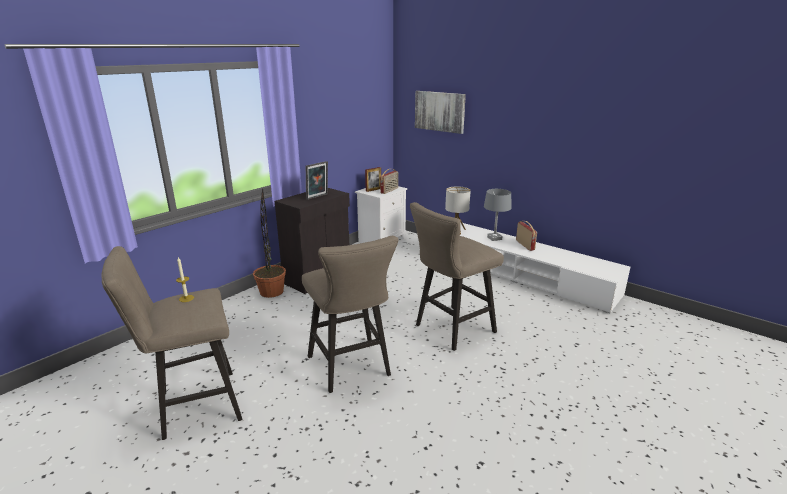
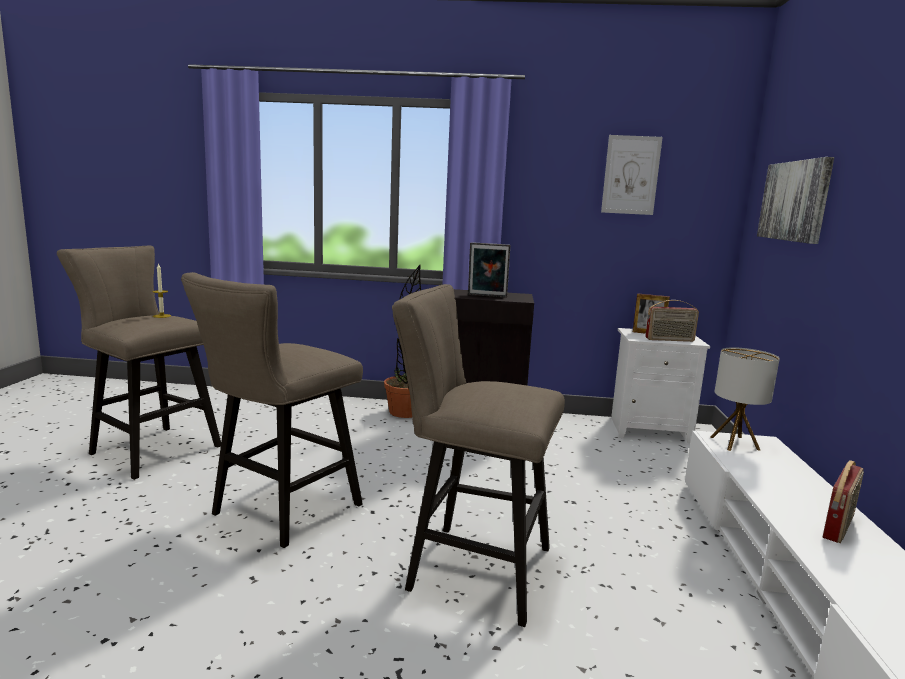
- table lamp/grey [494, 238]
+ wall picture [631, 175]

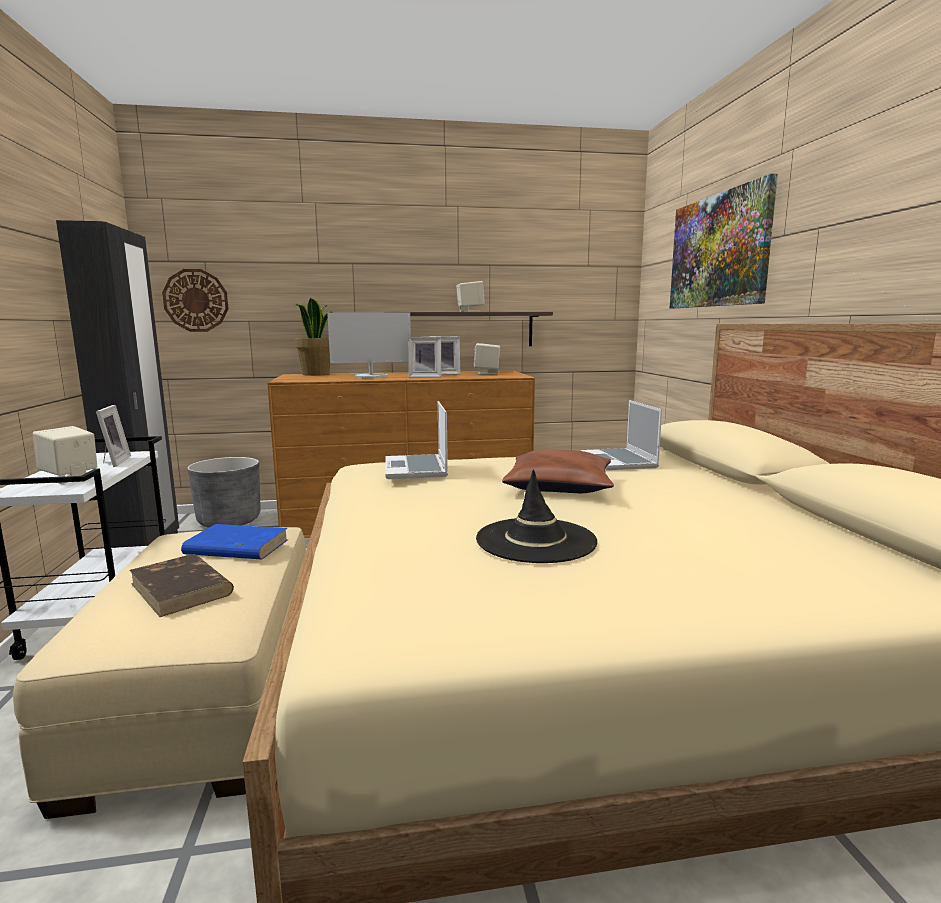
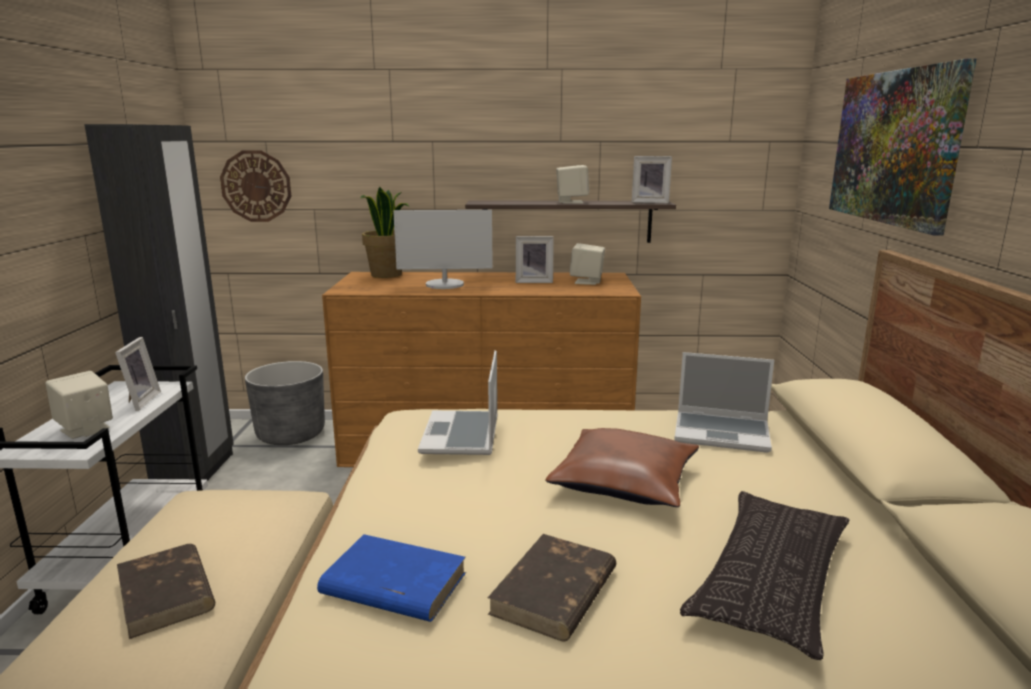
~ photo frame [425, 377] to [650, 202]
~ portable computer [619, 461] = [723, 433] 75 degrees counterclockwise
~ hat/black-coloured [536, 541] to book/brown-coloured [554, 592]
~ book/blue [236, 547] to [392, 584]
+ cushion [770, 579]

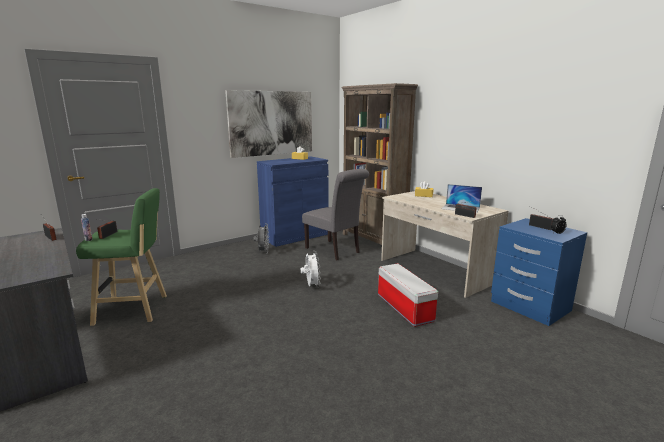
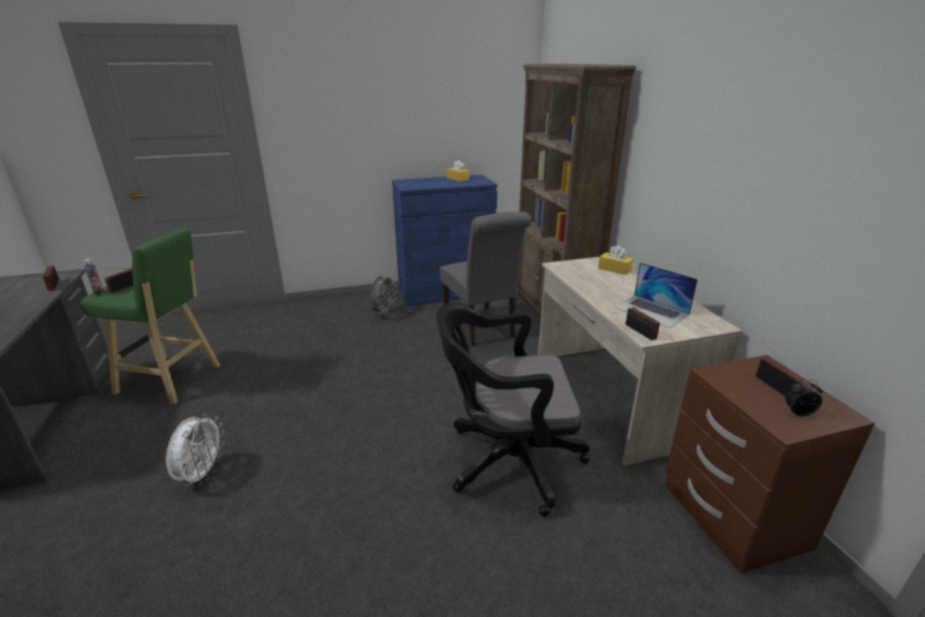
- wall picture [271, 123]
~ night table/blue [529, 306] to night table/brown-coloured [732, 516]
~ cooling fan/whitish [311, 286] to [202, 474]
~ storage container [403, 307] to desk chair/black-coloured [506, 461]

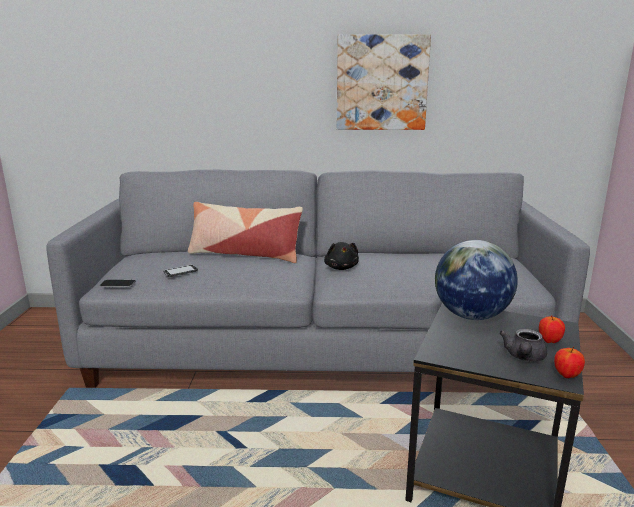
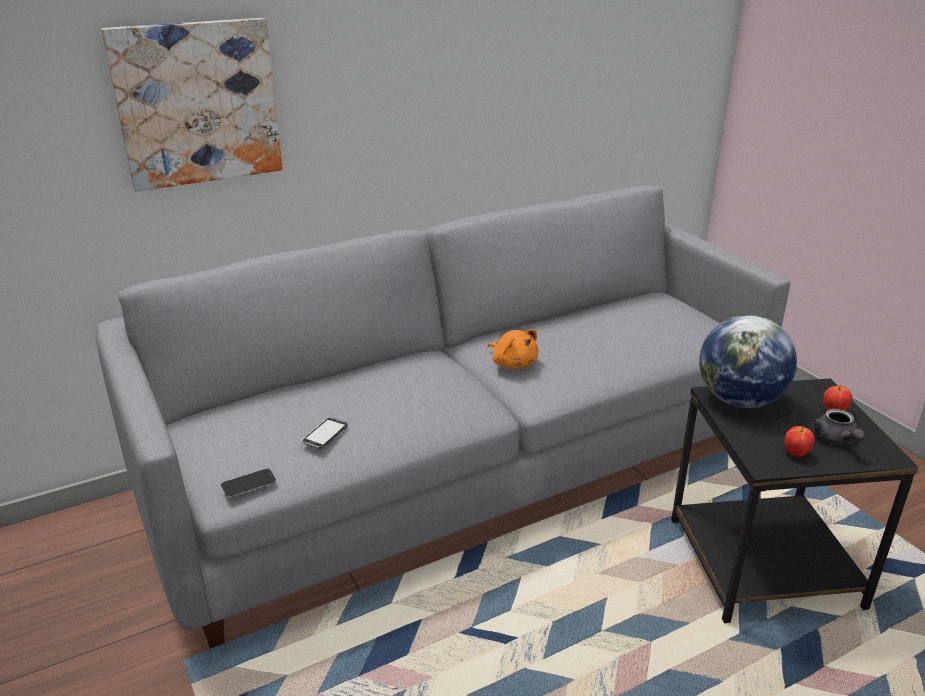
~ wall picture [381, 83] to [197, 103]
- cushion [244, 254]
~ cuddly toy/black-coloured [341, 268] to cuddly toy/orange-coloured [513, 363]
~ apple [566, 375] to [795, 453]

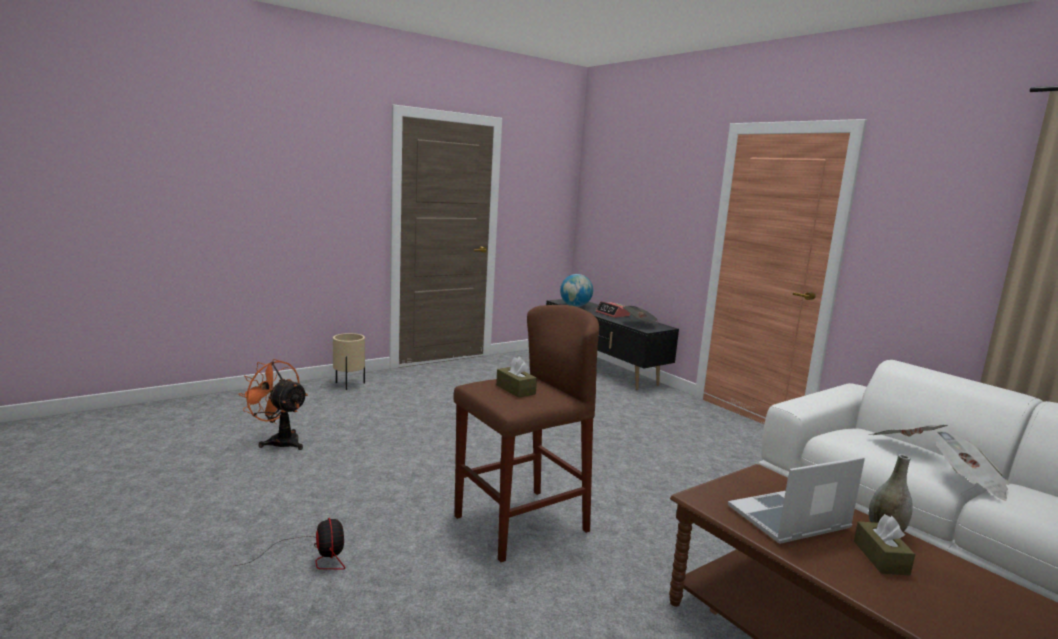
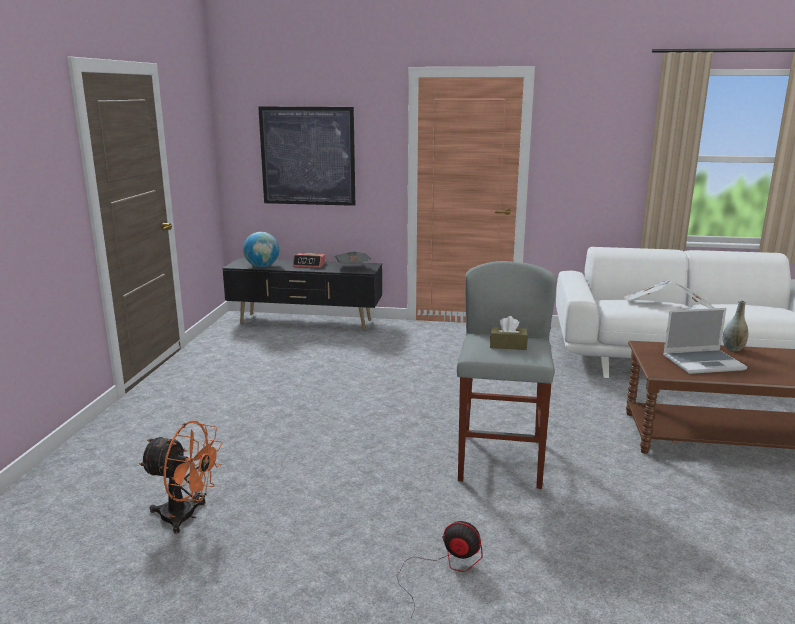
~ sitting stool/brown-coloured [521, 523] to sitting stool/grey [500, 460]
- planter/beige [349, 385]
~ cooling fan/orange-coloured [279, 441] = [186, 516] 150 degrees counterclockwise
~ portable computer [788, 519] = [703, 362] 120 degrees counterclockwise
- tissue holder/brown-coloured [880, 558]
+ wall picture [307, 156]

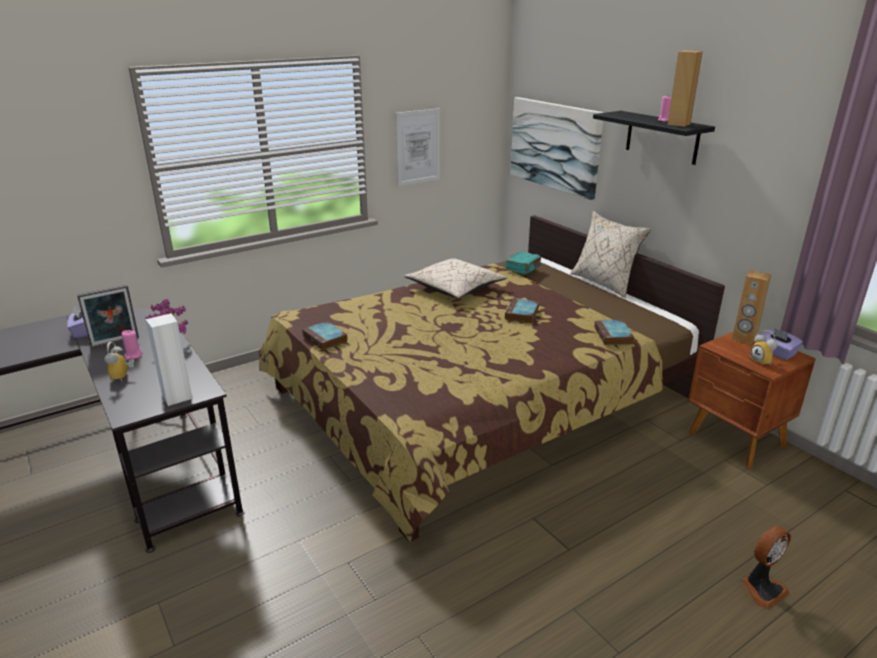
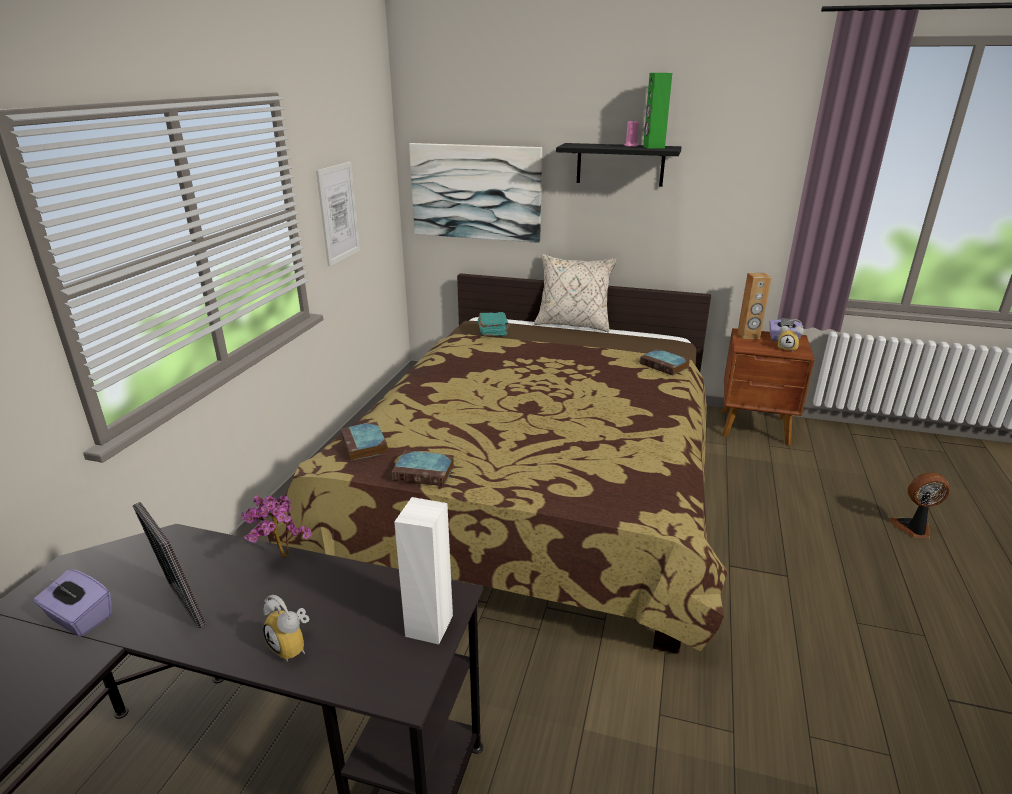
~ audio speaker/brown-coloured [678, 124] to audio speaker/green [653, 147]
- cushion/beige [455, 288]
~ photo frame [115, 343] = [181, 607] 120 degrees clockwise
~ book [522, 314] to [365, 445]
- wax candle/pinkish [133, 355]
~ cooling fan [762, 589] = [913, 529] 105 degrees counterclockwise

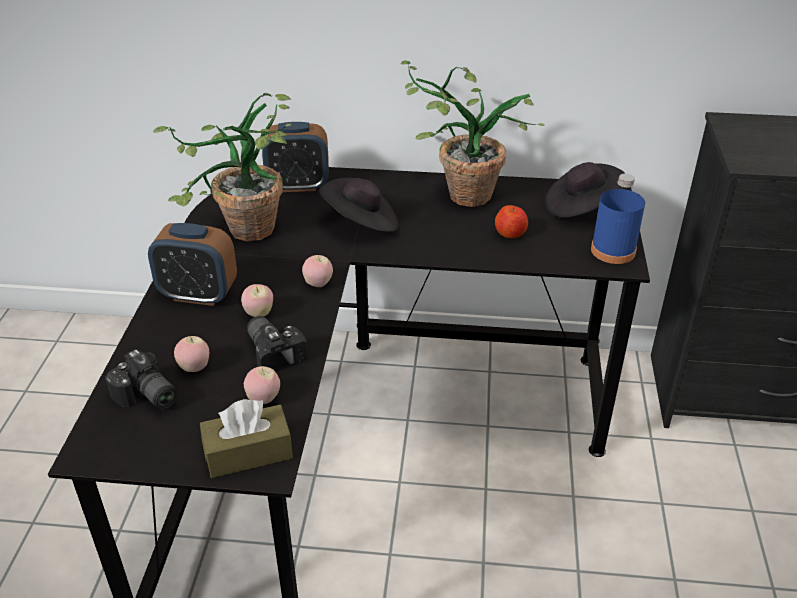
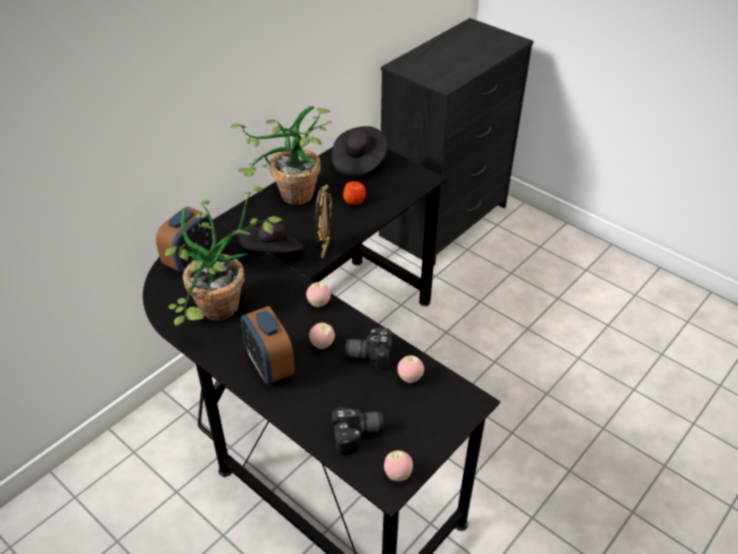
- beverage bottle/blue [613, 251]
~ alarm clock [198, 295] = [270, 366] 105 degrees clockwise
~ apple [194, 368] to [397, 474]
- tissue holder/brown-coloured [248, 452]
+ photo frame [324, 249]

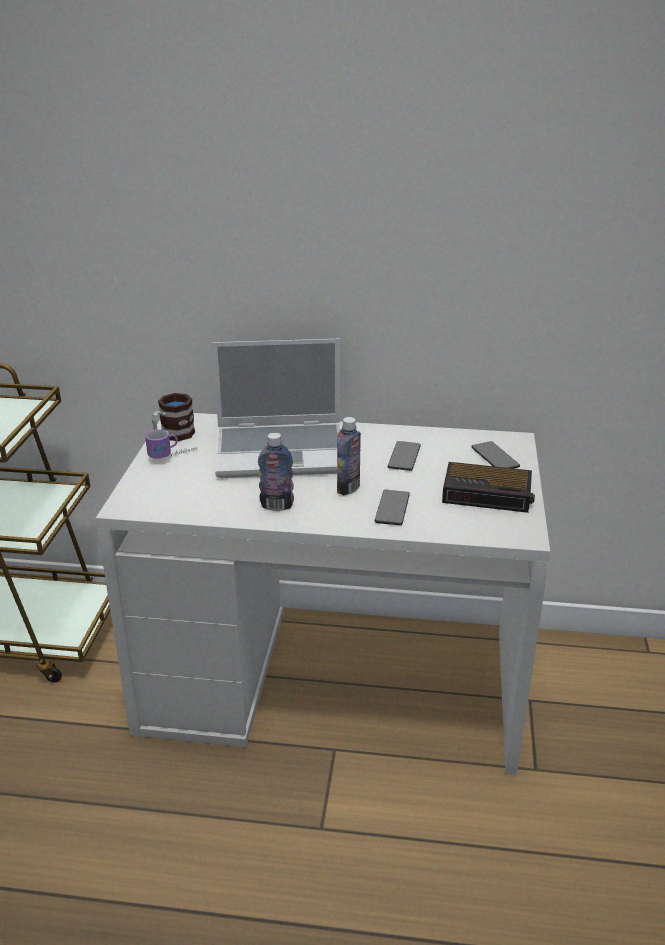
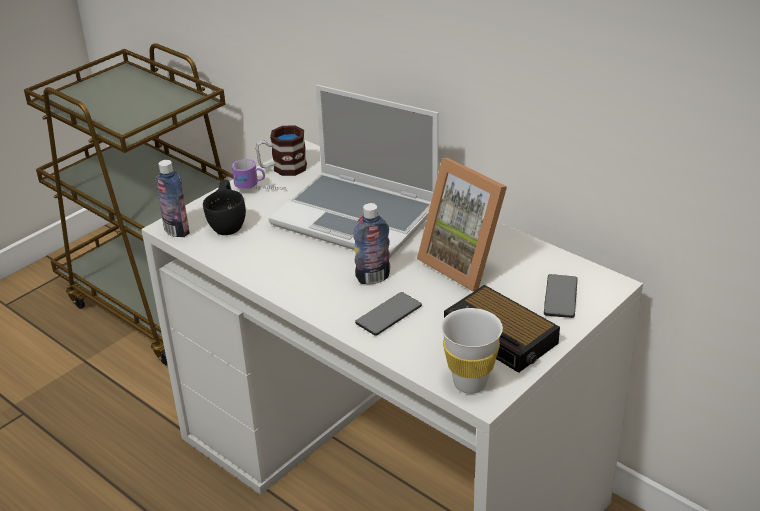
~ beverage bottle [277, 506] to [176, 231]
~ telephone [404, 457] to photo frame [466, 263]
+ drinking cup/black-coloured [228, 222]
+ drinking cup/whitish [470, 383]

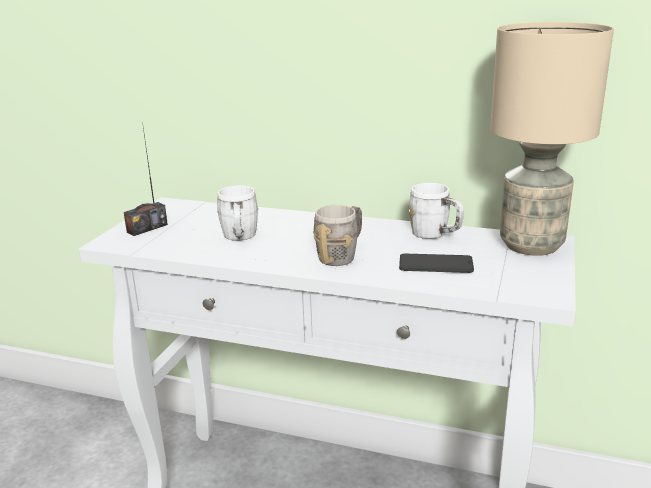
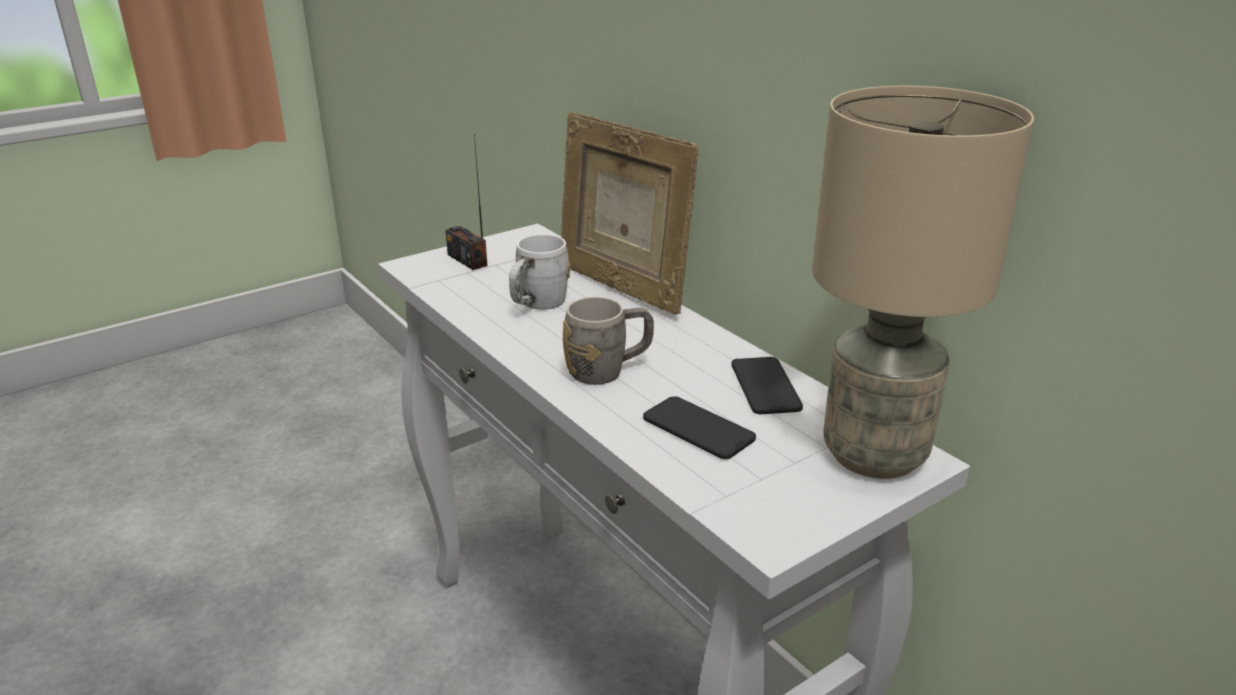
~ radio set [147, 228] = [467, 260] 60 degrees clockwise
~ coffee mug/whitish [435, 235] to telephone [765, 386]
+ photo frame [621, 287]

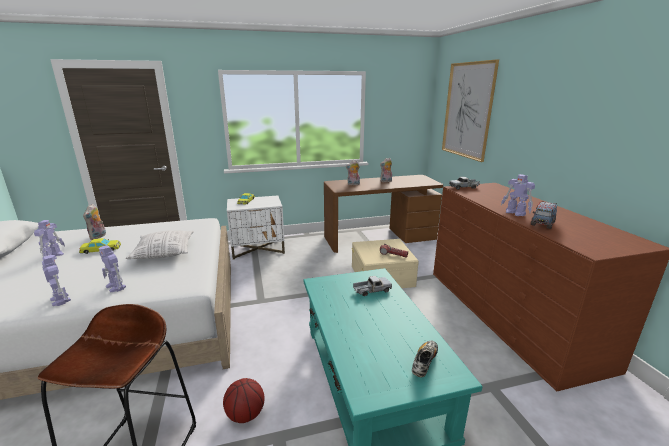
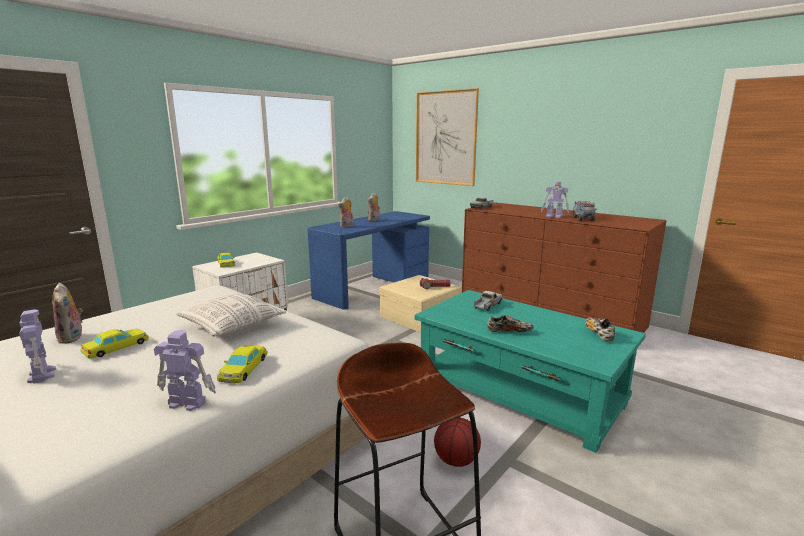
~ desk unit/brown-coloured [379, 238] to desk unit/blue [373, 287]
~ model robot [116, 287] to model car/yellow [243, 368]
+ item of footwear [509, 331]

